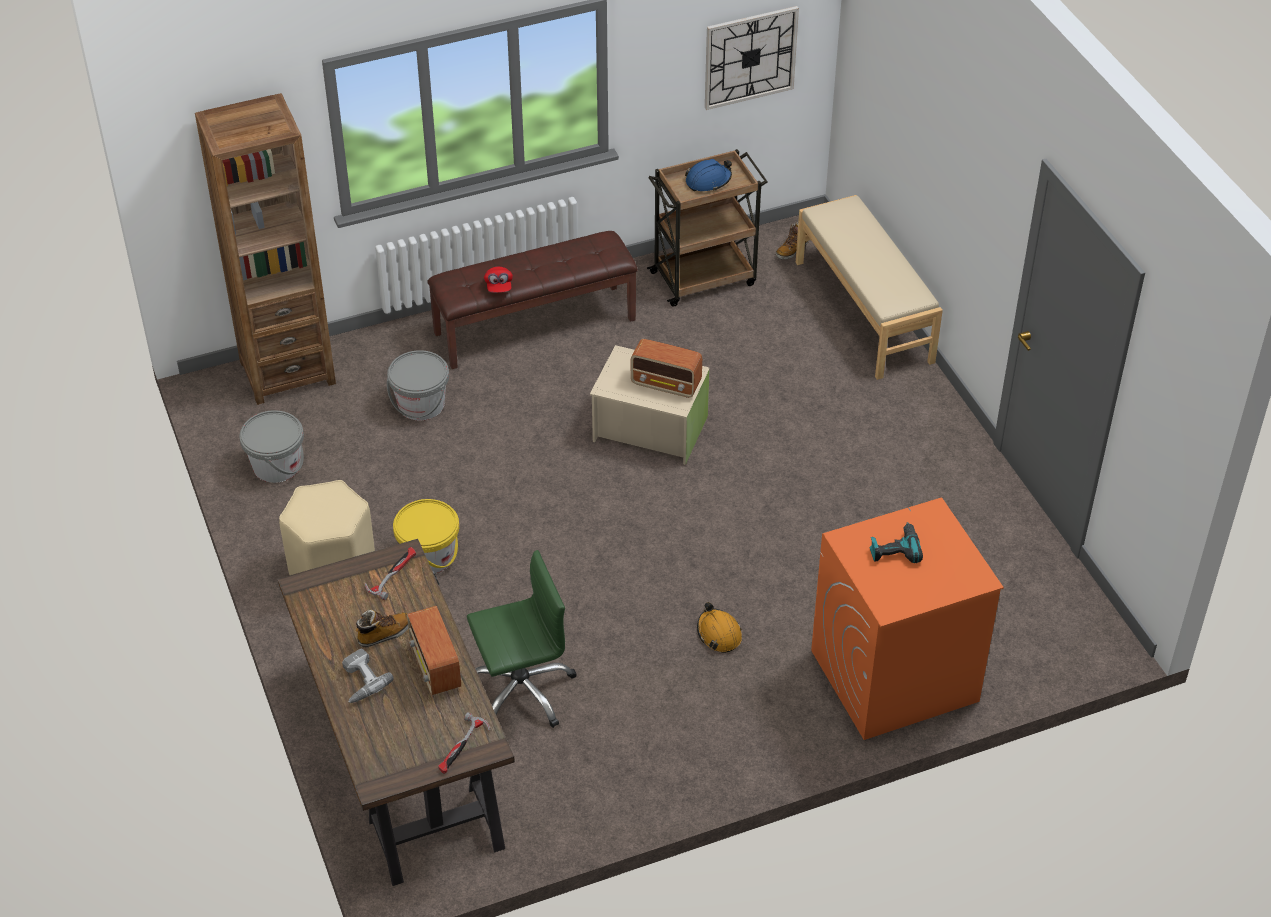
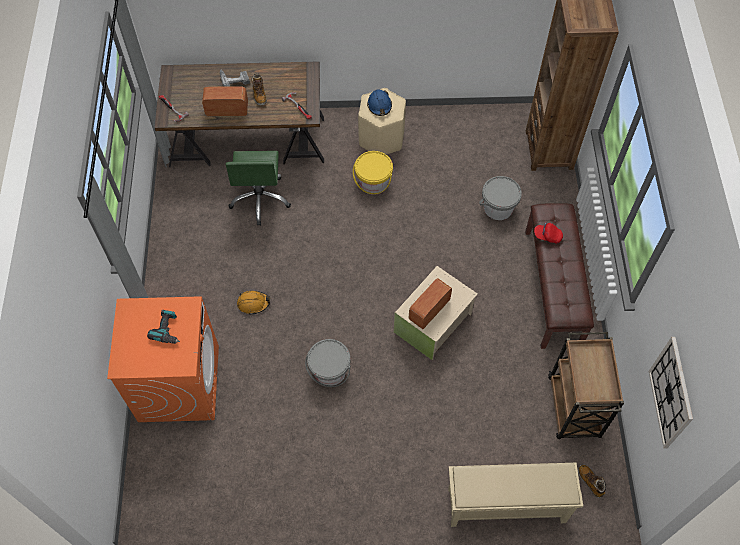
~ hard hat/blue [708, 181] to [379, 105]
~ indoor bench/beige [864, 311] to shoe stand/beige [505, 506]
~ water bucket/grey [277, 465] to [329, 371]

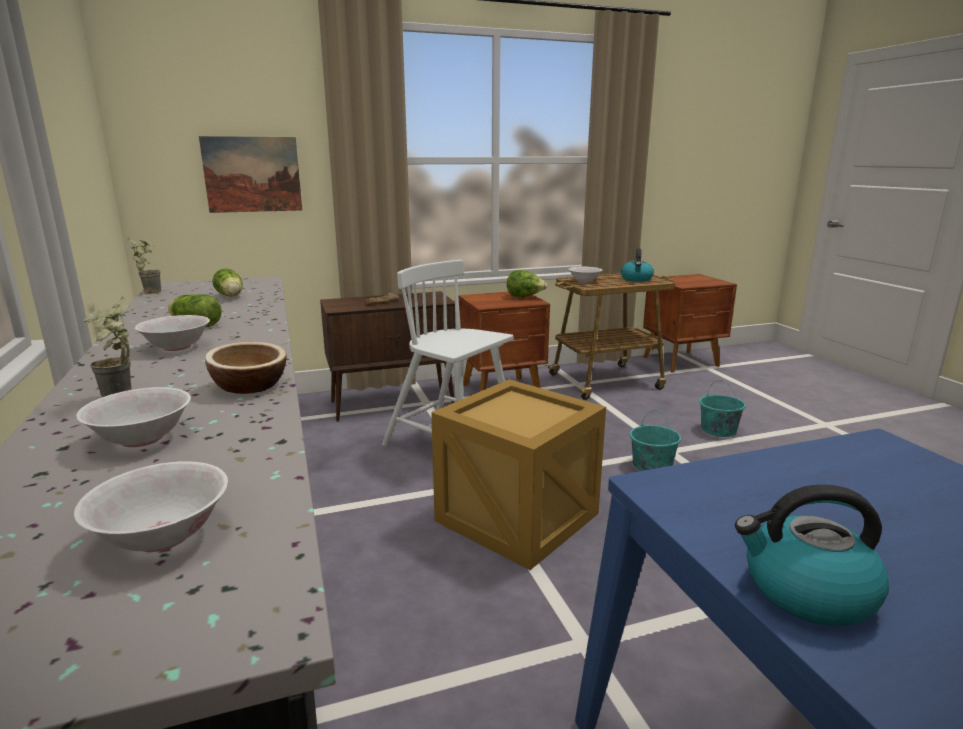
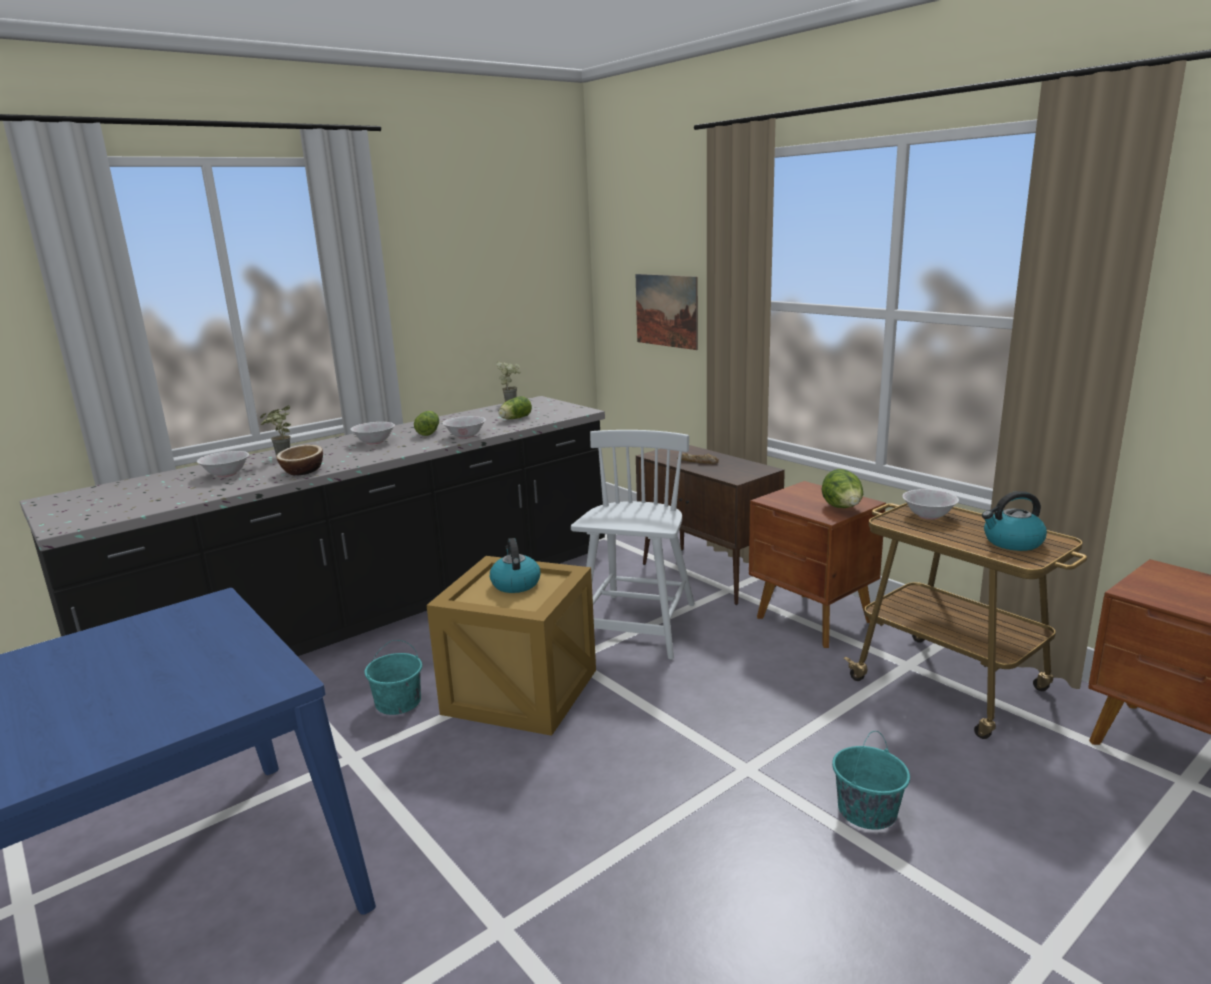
~ water bucket/blue-green [651, 465] to [398, 702]
~ serving bowl/whitish [163, 536] to [465, 436]
~ kettle [806, 591] to [515, 584]

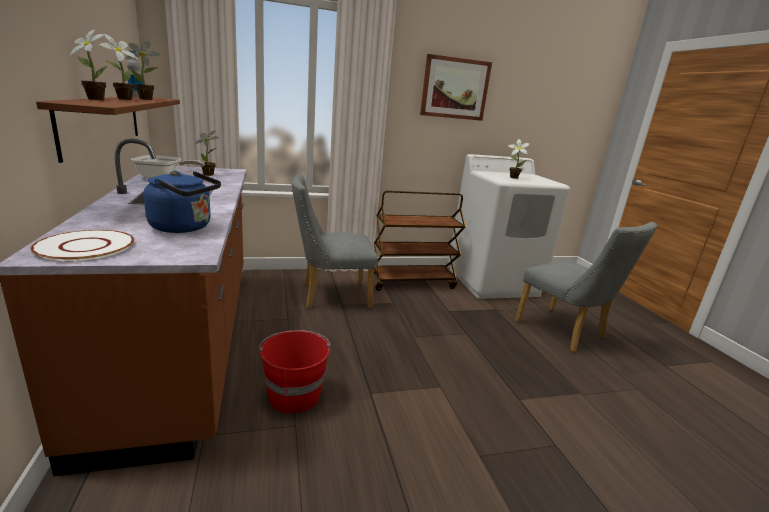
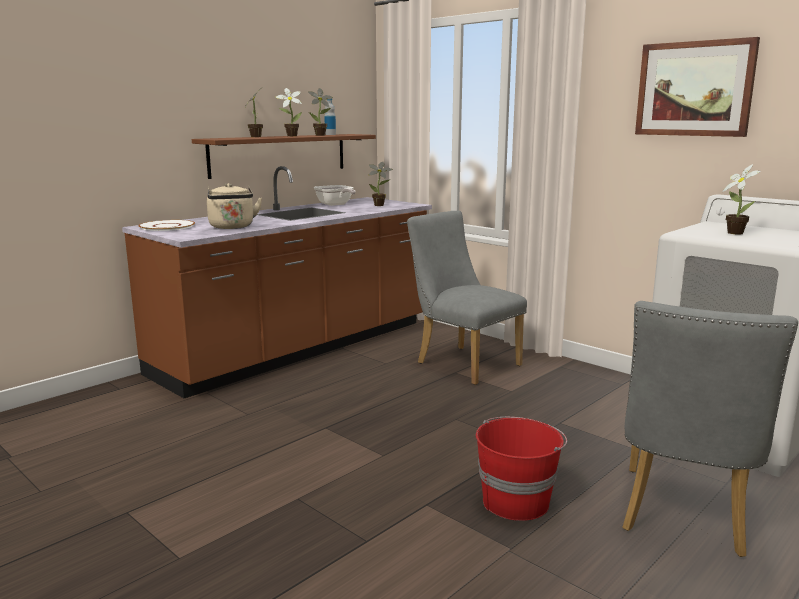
~ kettle/blue [184, 227] to kettle/beige [232, 227]
- trolley/brown-coloured [412, 282]
~ water bucket/reddish [294, 395] to [516, 500]

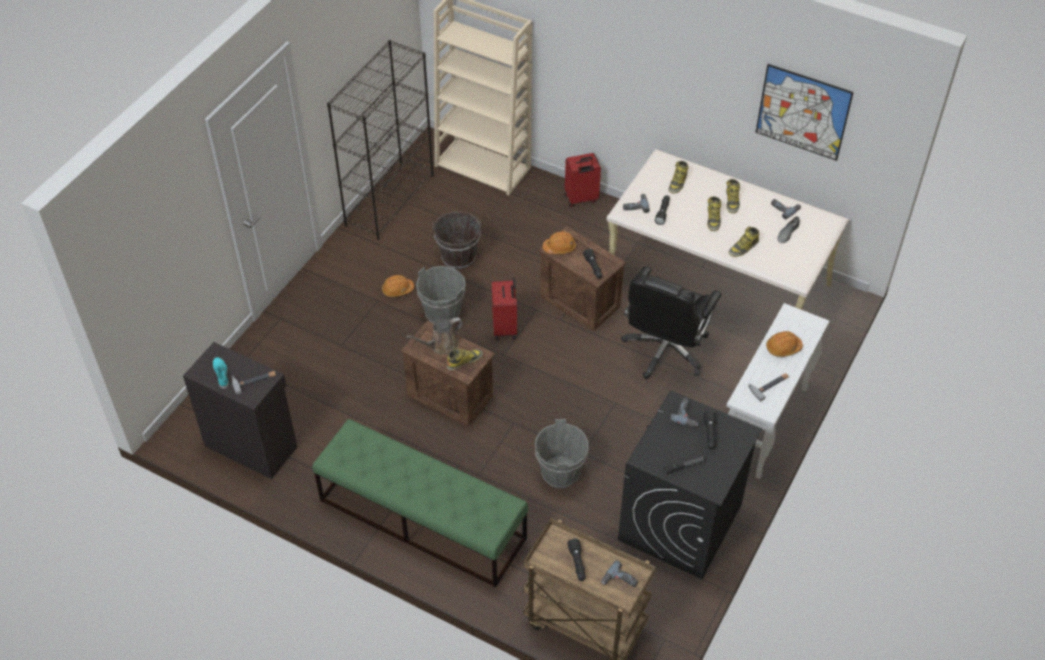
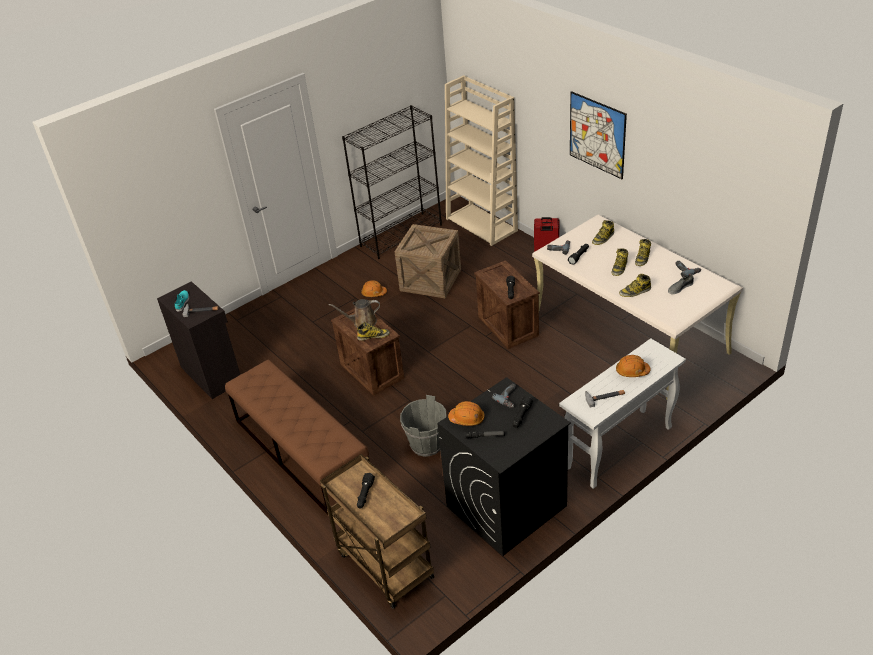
~ wall picture [803, 112] to [597, 135]
~ water bucket/brown-coloured [458, 257] to crate [430, 280]
~ hard hat/orange-coloured [559, 247] to [467, 418]
- water bucket/grey [443, 313]
- desk chair/black-coloured [665, 350]
- suitcase/reddish [505, 328]
~ indoor bench/green [421, 519] to indoor bench/brown-coloured [301, 452]
- drill [619, 581]

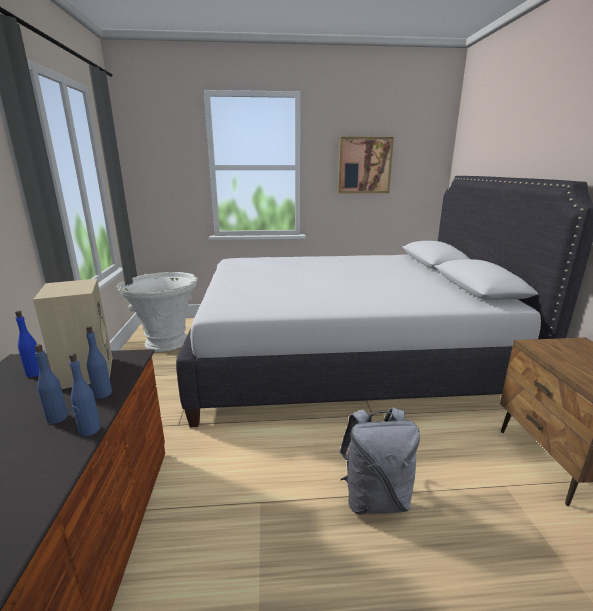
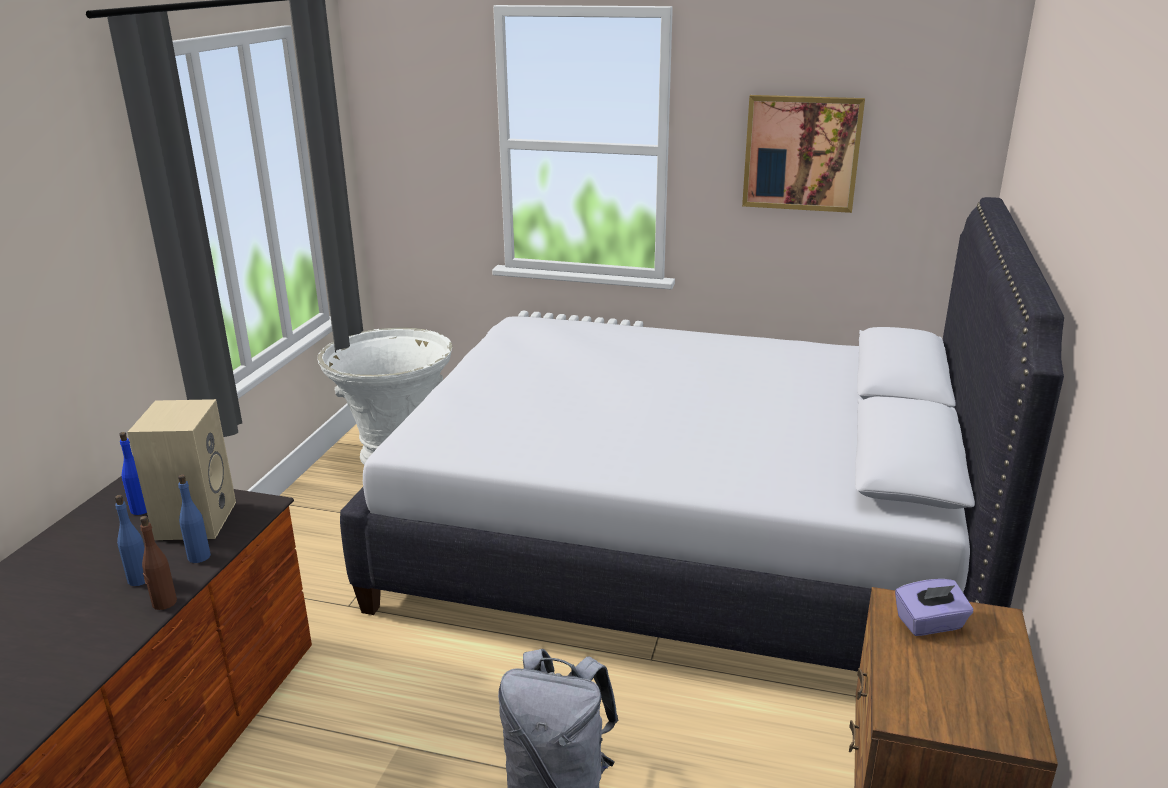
~ beverage bottle/blue [89, 430] to beverage bottle/brown-coloured [164, 603]
+ tissue holder/purplish [930, 624]

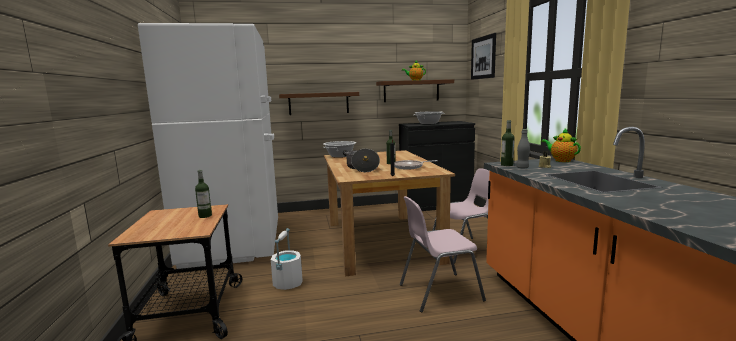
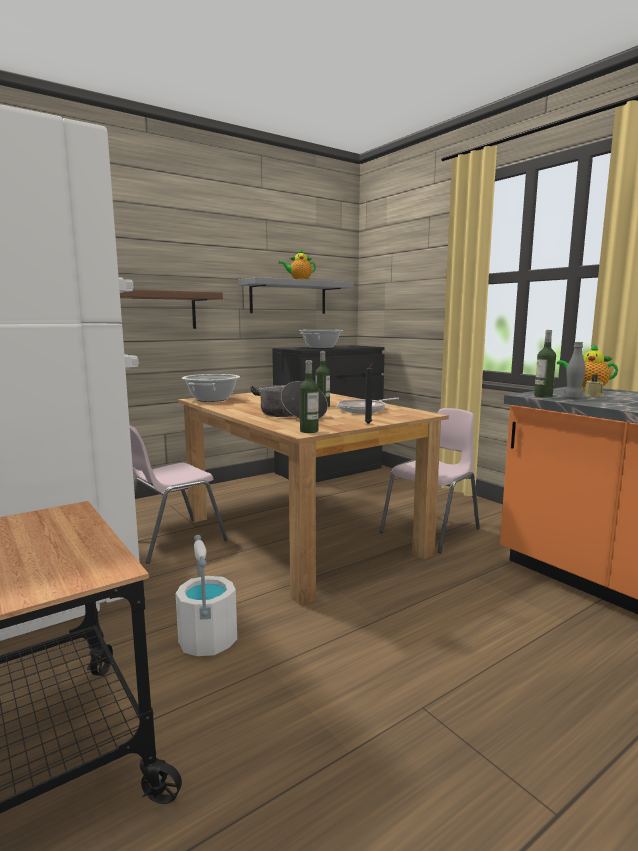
- wall picture [483, 57]
~ shelf/brown-coloured [411, 91] to shelf/grey [288, 297]
~ beverage bottle [205, 216] to [309, 431]
~ plain chair/pinkish [438, 292] to [171, 540]

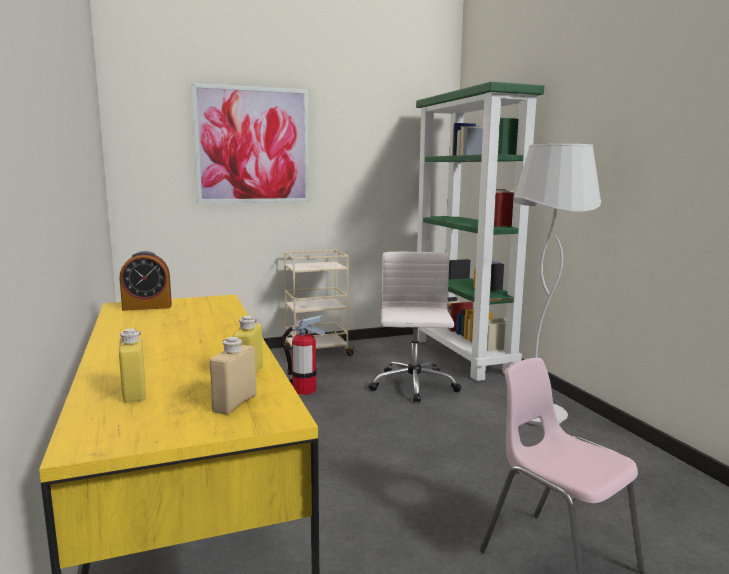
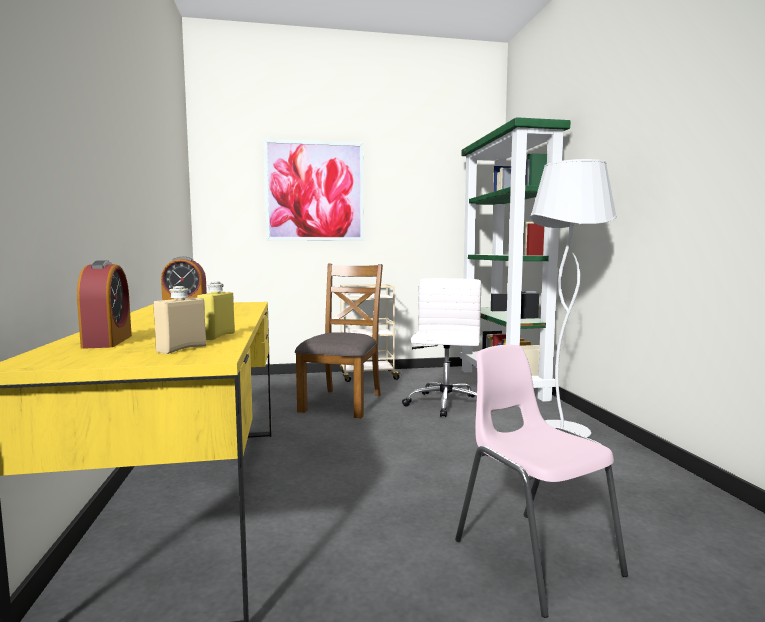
~ fire extinguisher [304, 390] to plain chair/brown-coloured [343, 402]
~ beverage bottle/yellow [134, 392] to alarm clock [107, 341]

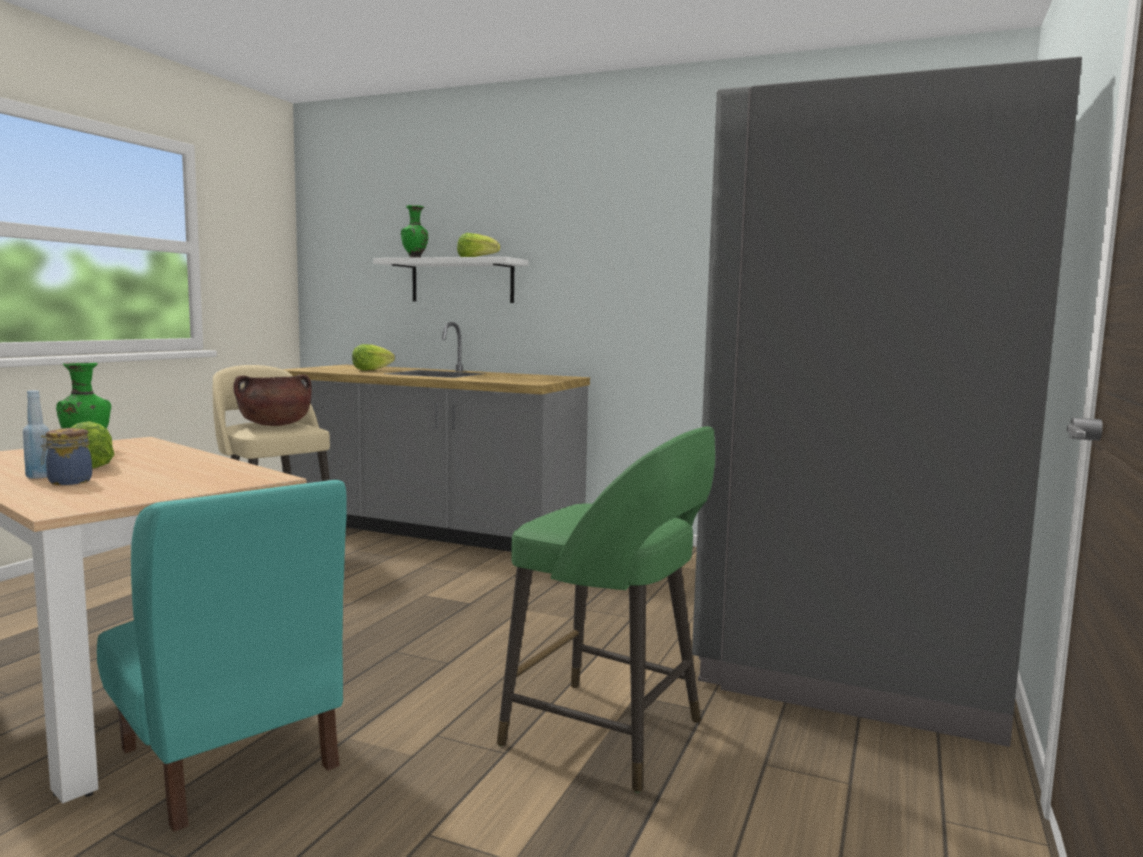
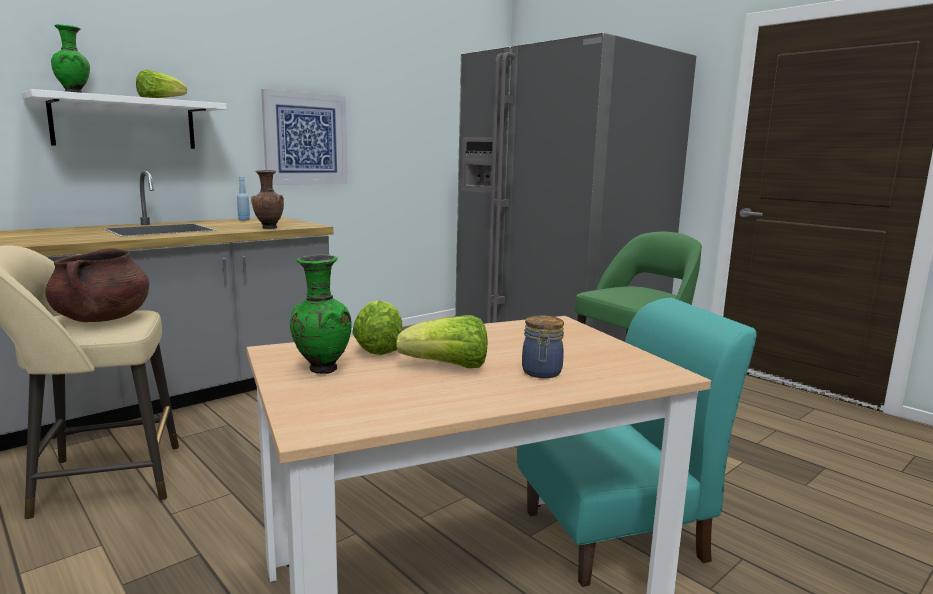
~ head of lettuce [371, 370] to [378, 349]
~ beverage bottle/blue [39, 477] to [244, 220]
+ wall picture [305, 139]
+ decorative vase/brown-coloured [268, 228]

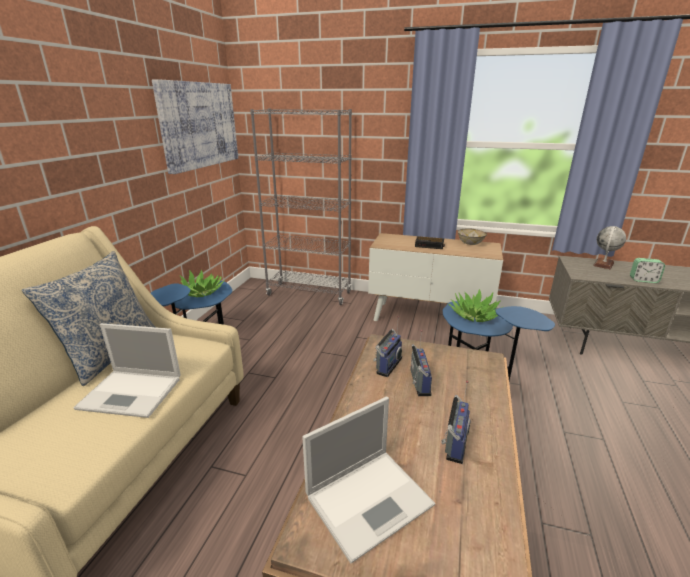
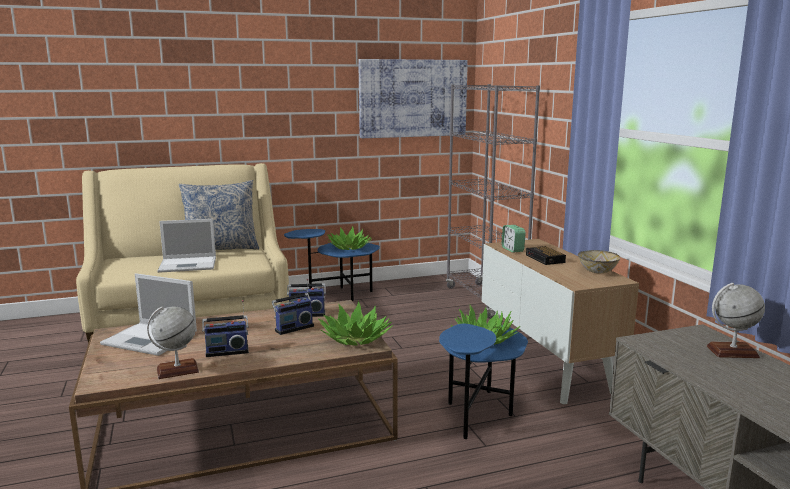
~ alarm clock [643, 280] to [512, 249]
~ portable computer [133, 393] = [189, 265] 75 degrees counterclockwise
+ plant in a pot [355, 338]
+ globe [177, 370]

